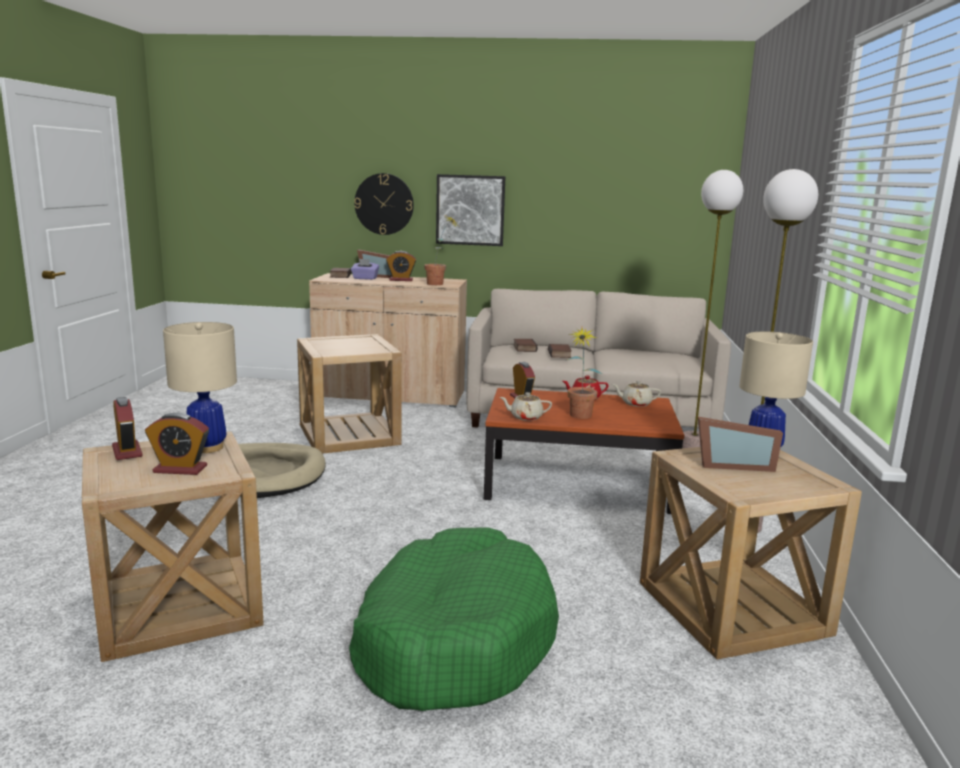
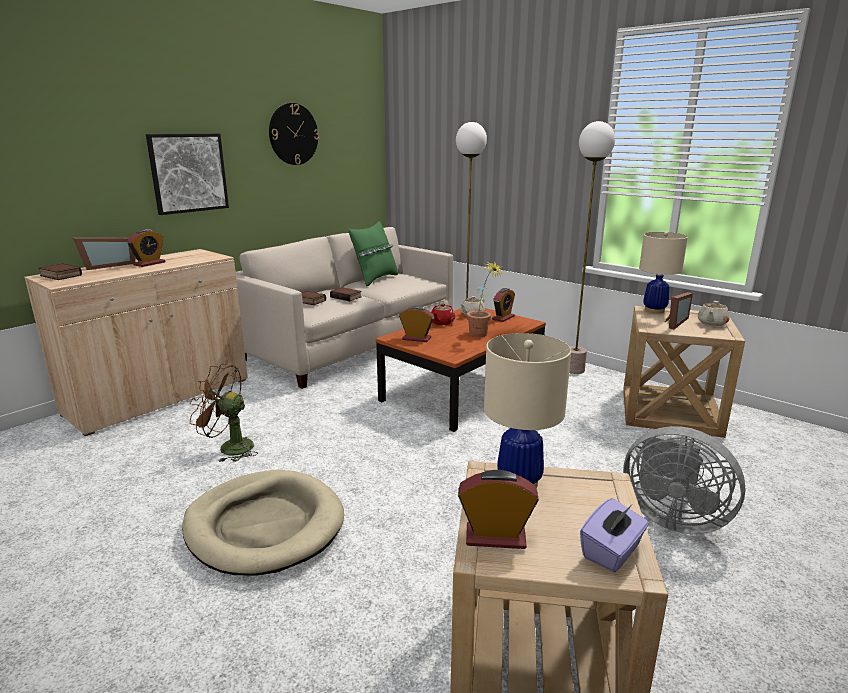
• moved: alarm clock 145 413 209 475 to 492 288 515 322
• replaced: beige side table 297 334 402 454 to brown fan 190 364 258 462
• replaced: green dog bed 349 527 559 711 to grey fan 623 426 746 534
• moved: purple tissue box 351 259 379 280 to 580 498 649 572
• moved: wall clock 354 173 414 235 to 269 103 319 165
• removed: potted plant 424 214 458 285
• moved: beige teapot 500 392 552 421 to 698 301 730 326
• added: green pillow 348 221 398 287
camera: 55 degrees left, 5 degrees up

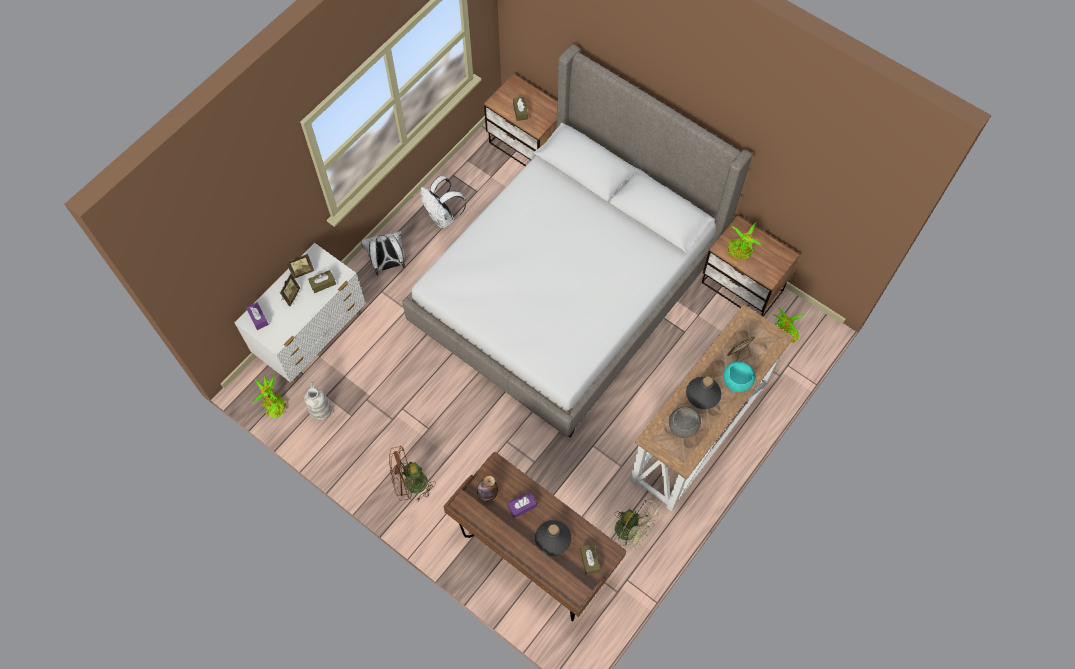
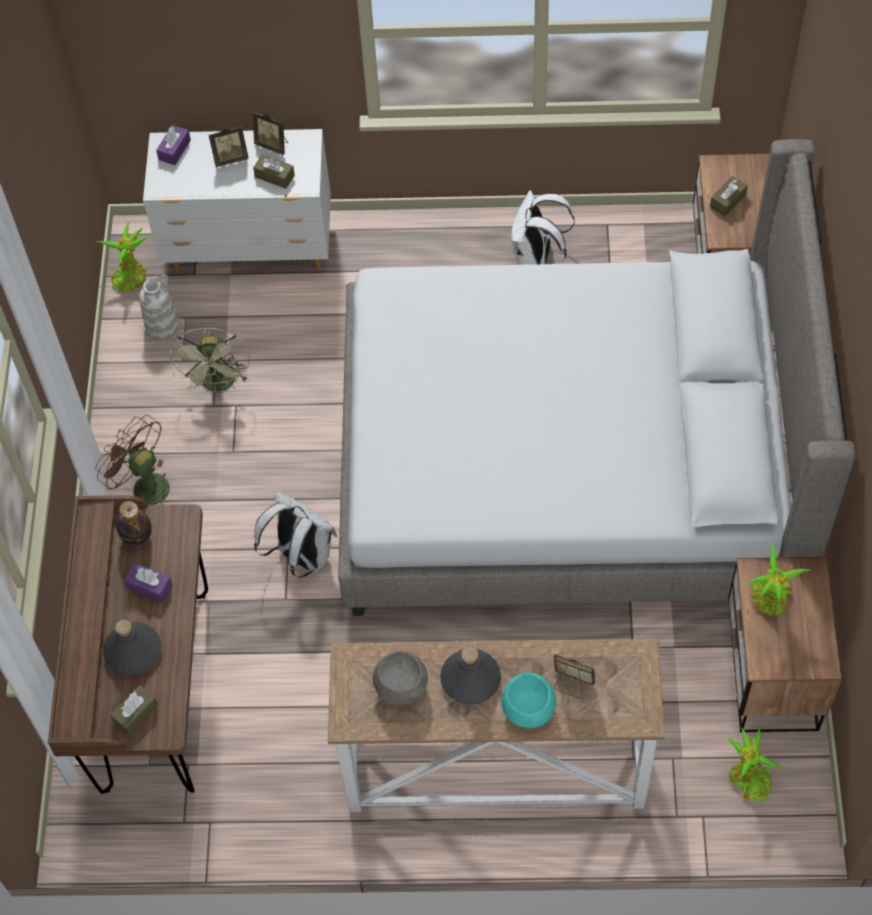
• moved: white backpack 361 231 405 276 to 254 492 337 578
• moved: green fan 614 500 659 551 to 170 327 251 393
camera: 55 degrees right, 5 degrees down

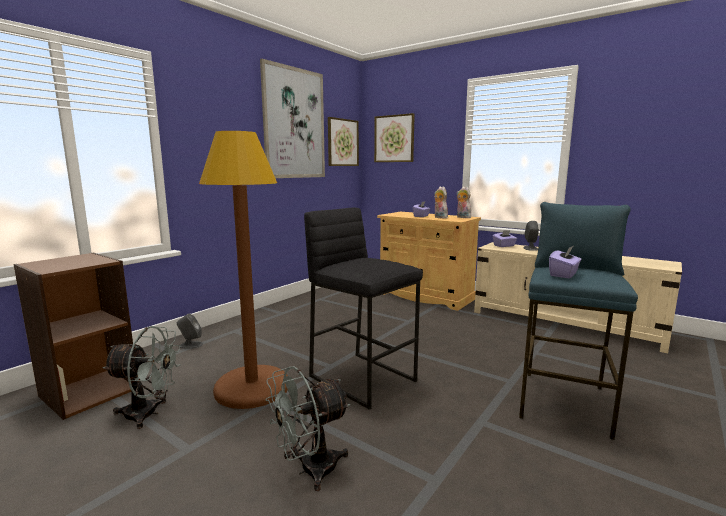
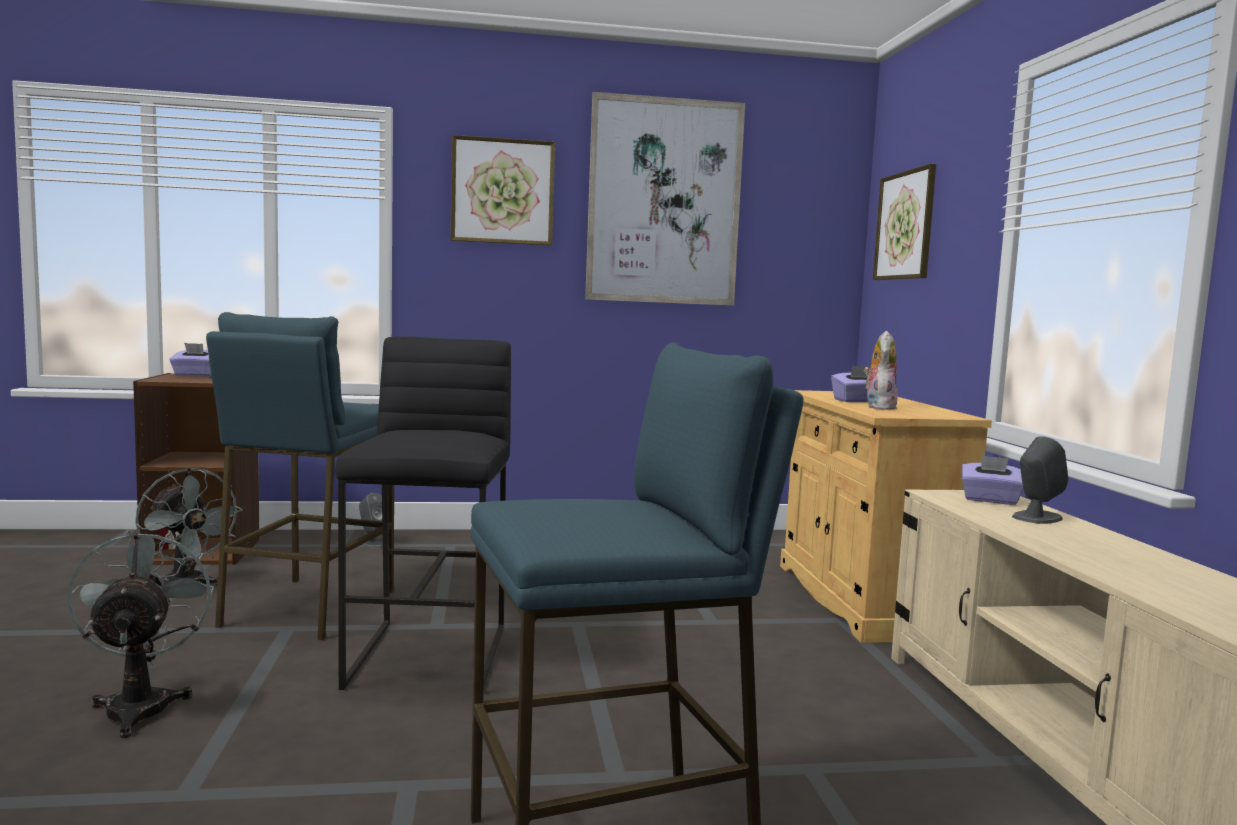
• replaced: brown floor lamp 199 131 288 409 to blue stool 206 312 394 640
• turned: grey fan 265 366 350 491 = 67 530 214 738 60 degrees clockwise
• moved: picture 328 117 359 166 to 450 135 555 246
• removed: plush toy 456 186 471 218
• moved: purple tissue box 549 246 582 278 to 169 343 211 377
camera: 45 degrees right, 5 degrees down

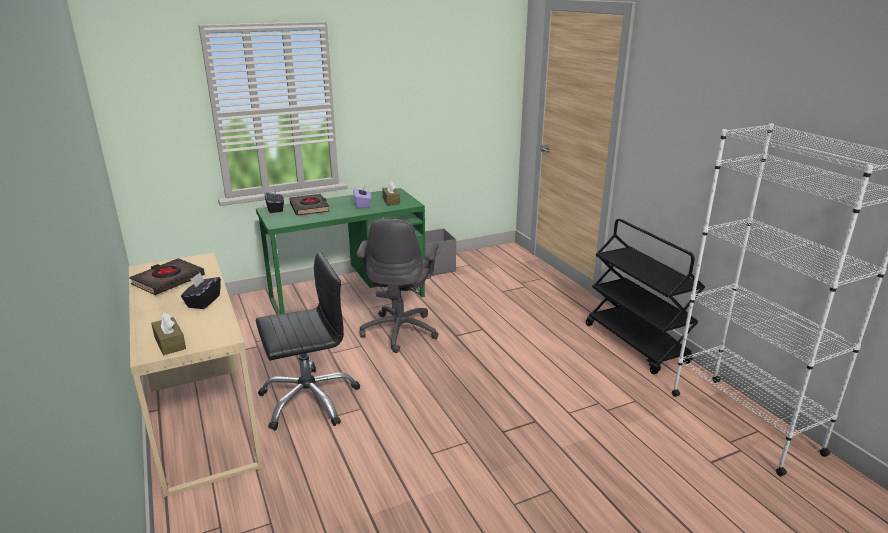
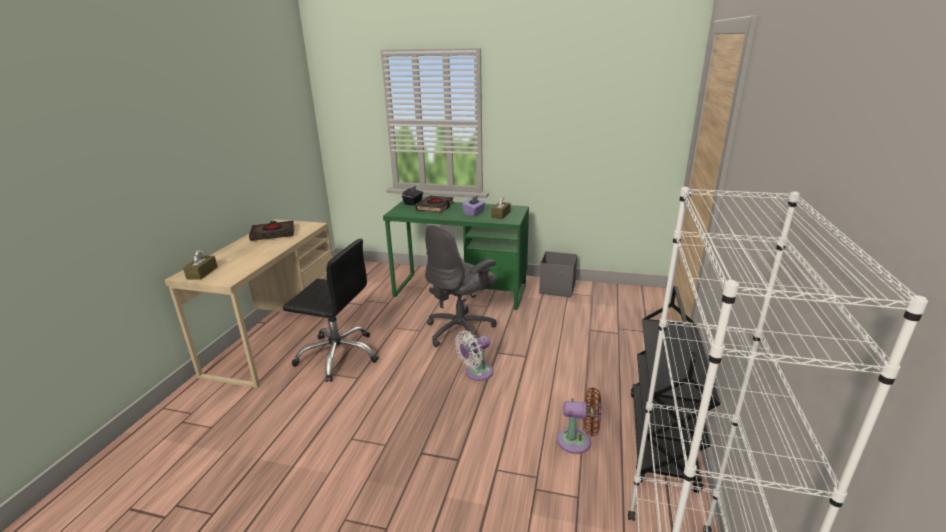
• removed: black tissue box 181 272 221 309
• added: white fan 455 331 493 381
• added: brown fan 557 387 601 454
camera: 40 degrees right, 0 degrees up

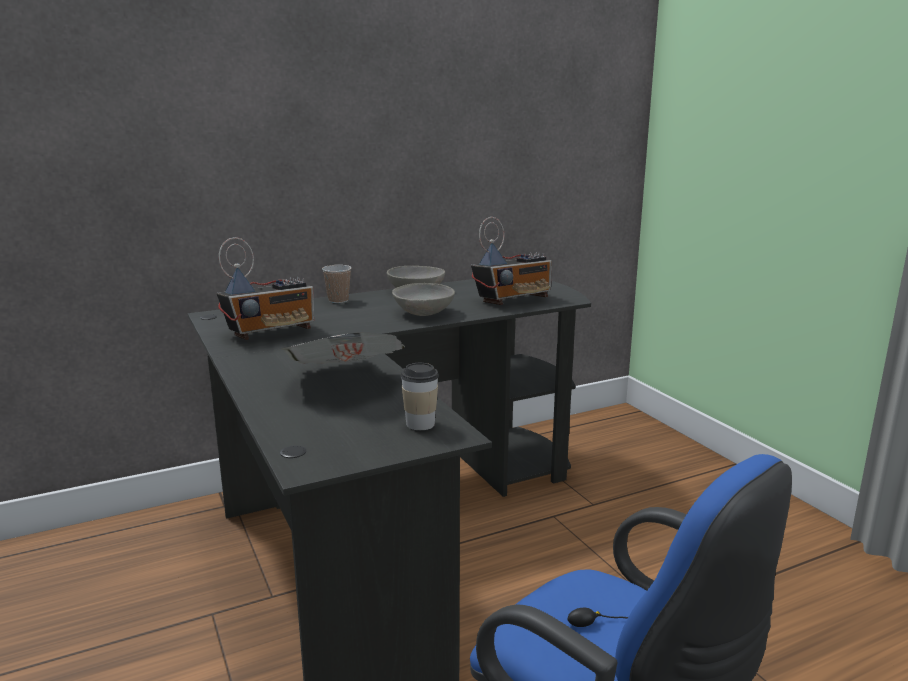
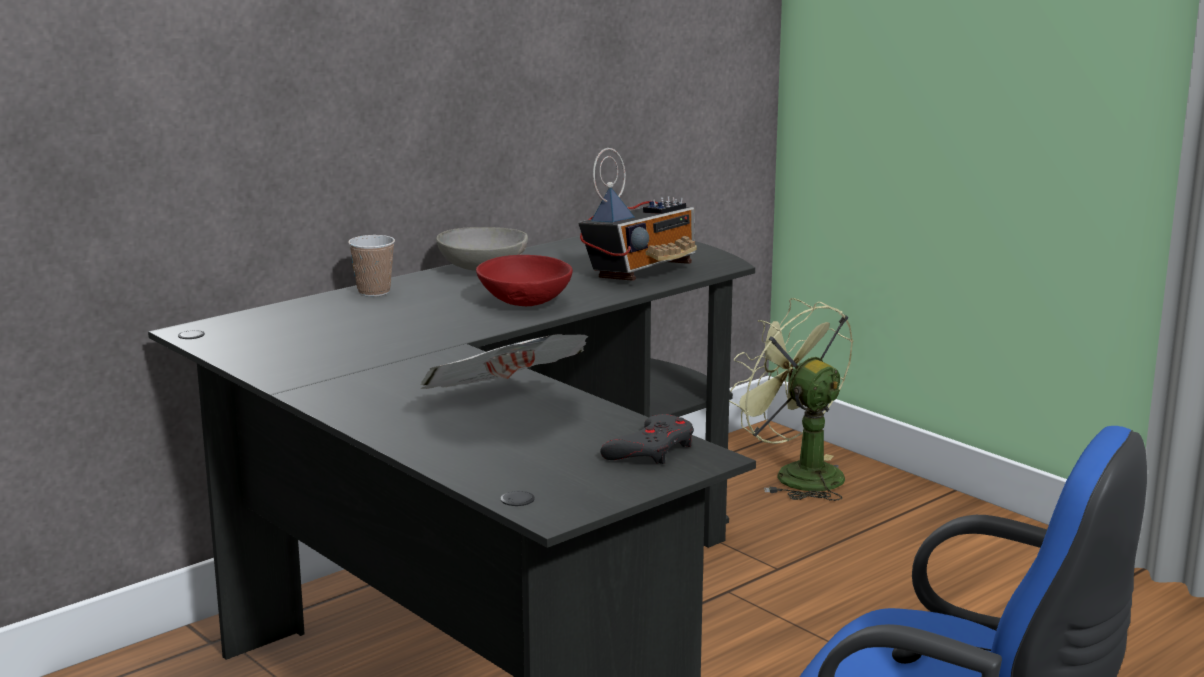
• removed: radio 217 237 314 340
• recoloured: grey bowl 392 283 455 316 to red bowl 476 255 573 306
• replaced: cup 401 363 439 430 to grey game controller 600 414 694 464
• added: green fan 729 298 854 501
camera: 15 degrees left, 0 degrees up

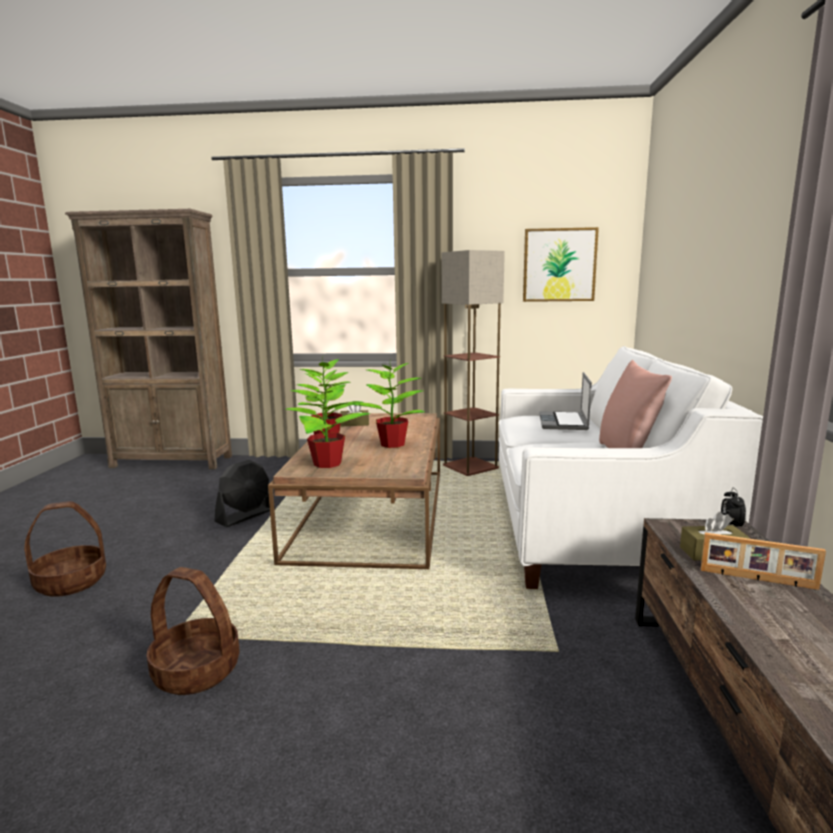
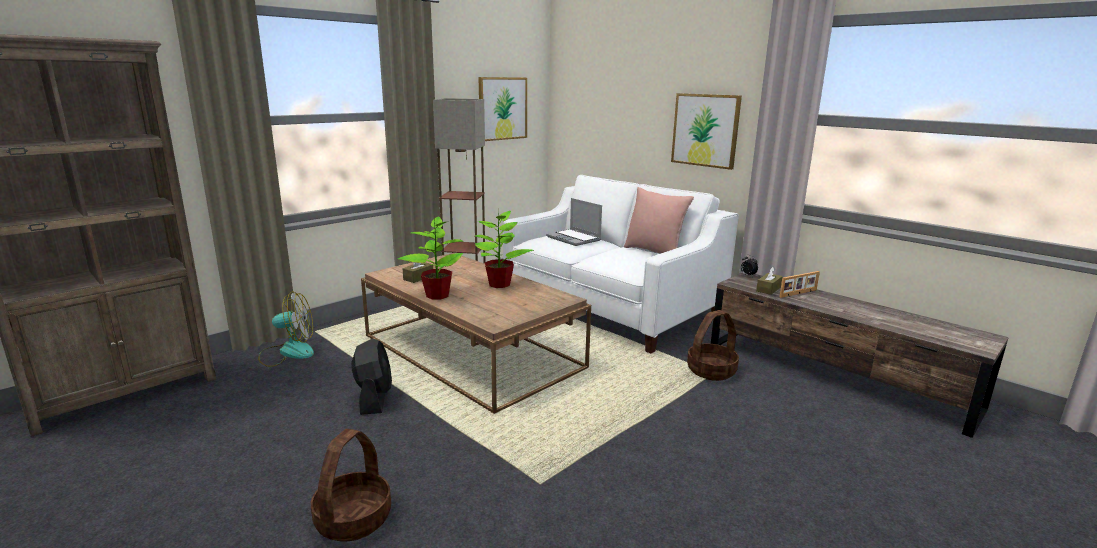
• moved: basket 147 567 240 695 to 687 310 739 381
• removed: potted plant 285 370 370 468
• added: fan 258 292 314 367
• added: picture 671 93 742 170
camera: 50 degrees left, 5 degrees up

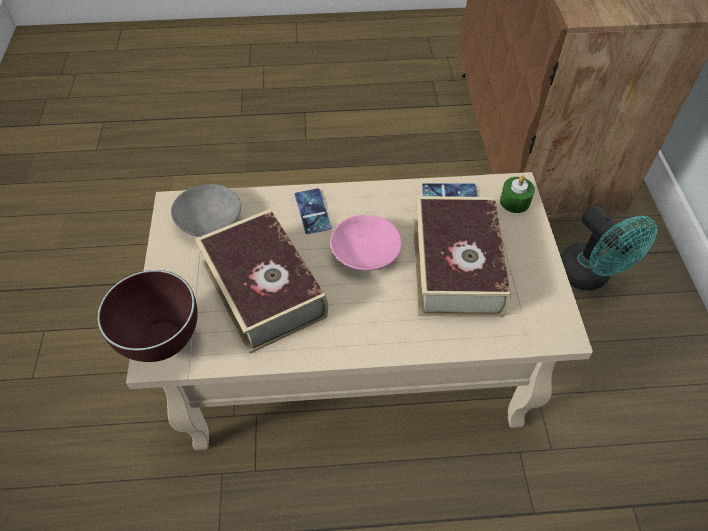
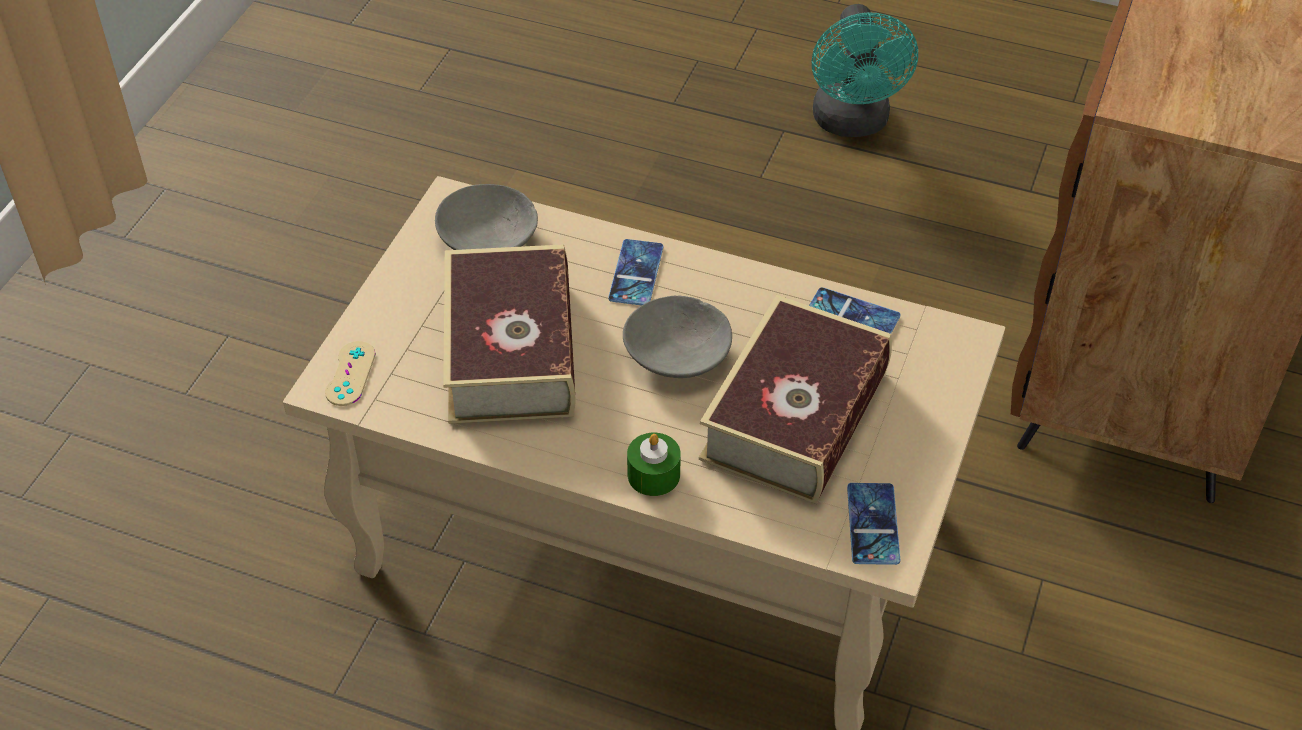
• replaced: brown bowl 97 270 198 362 to beige game controller 325 341 375 406
• recoloured: pink bowl 330 215 402 271 to grey bowl 623 296 732 378
• moved: green candle 500 175 535 213 to 627 433 681 496
• moved: turquoise fan 560 206 657 290 to 812 4 918 137
• added: phone 847 483 900 565
camera: 25 degrees right, 5 degrees down

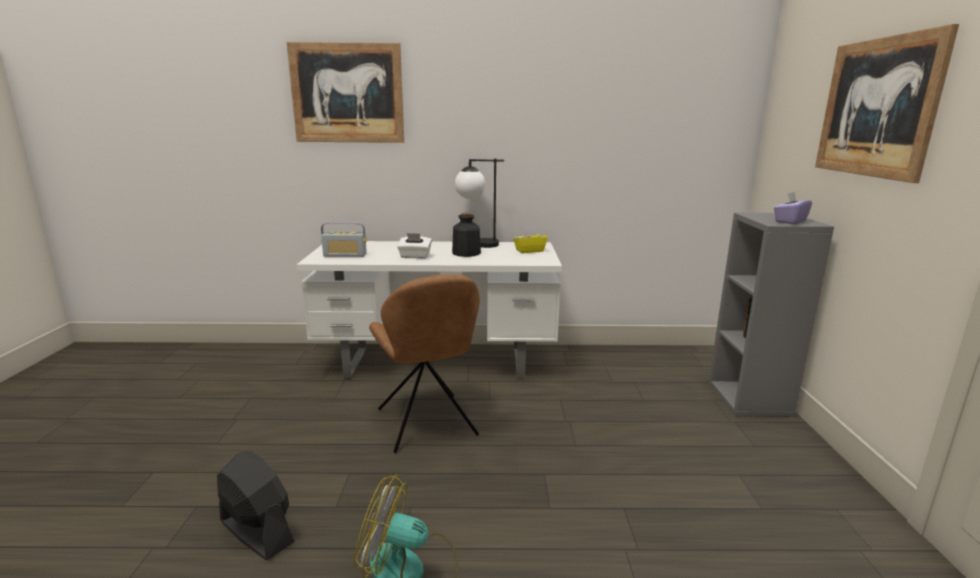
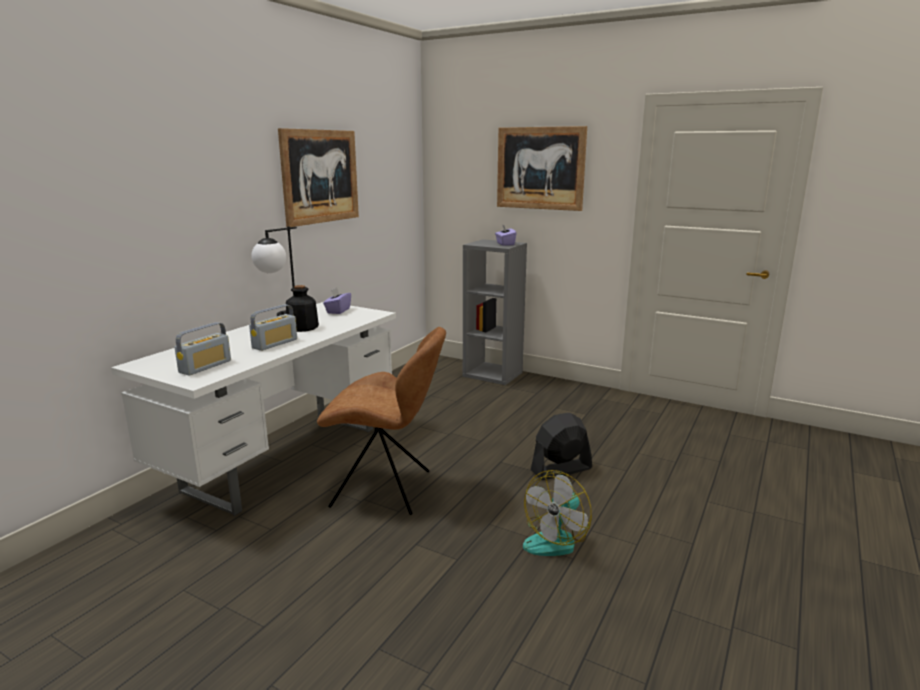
• moved: black fan 217 451 295 560 to 531 413 592 480
• moved: picture 286 42 404 143 to 278 128 359 227
• replaced: white tissue box 397 233 432 259 to radio 249 304 297 351
• recoloured: yellow tissue box 513 227 548 253 to purple tissue box 323 287 351 314
camera: 60 degrees left, 0 degrees up

